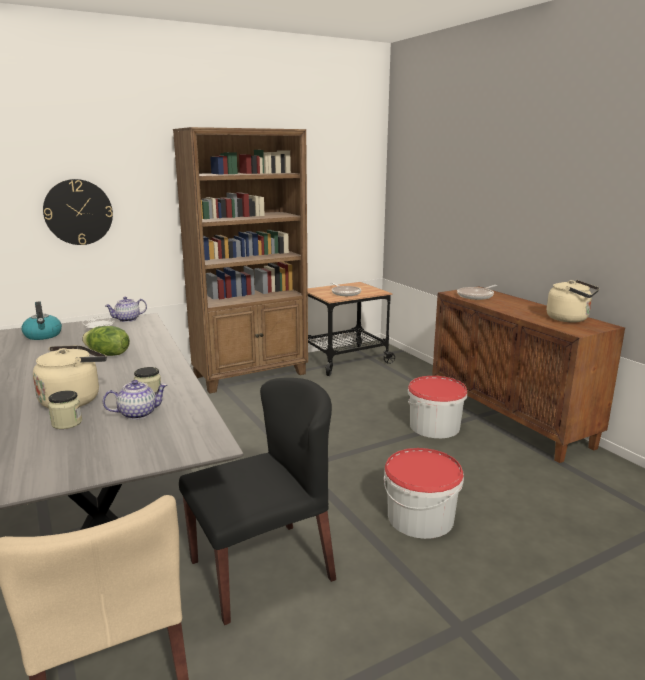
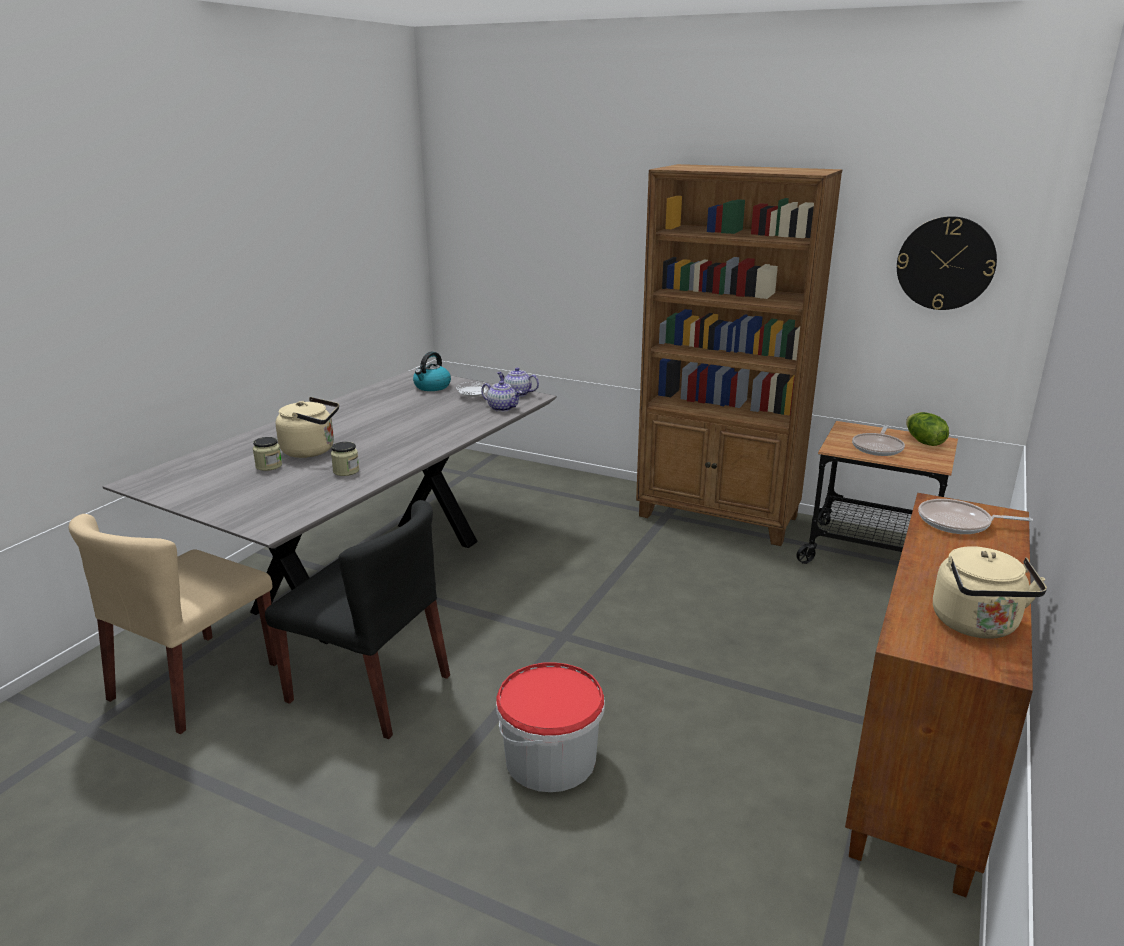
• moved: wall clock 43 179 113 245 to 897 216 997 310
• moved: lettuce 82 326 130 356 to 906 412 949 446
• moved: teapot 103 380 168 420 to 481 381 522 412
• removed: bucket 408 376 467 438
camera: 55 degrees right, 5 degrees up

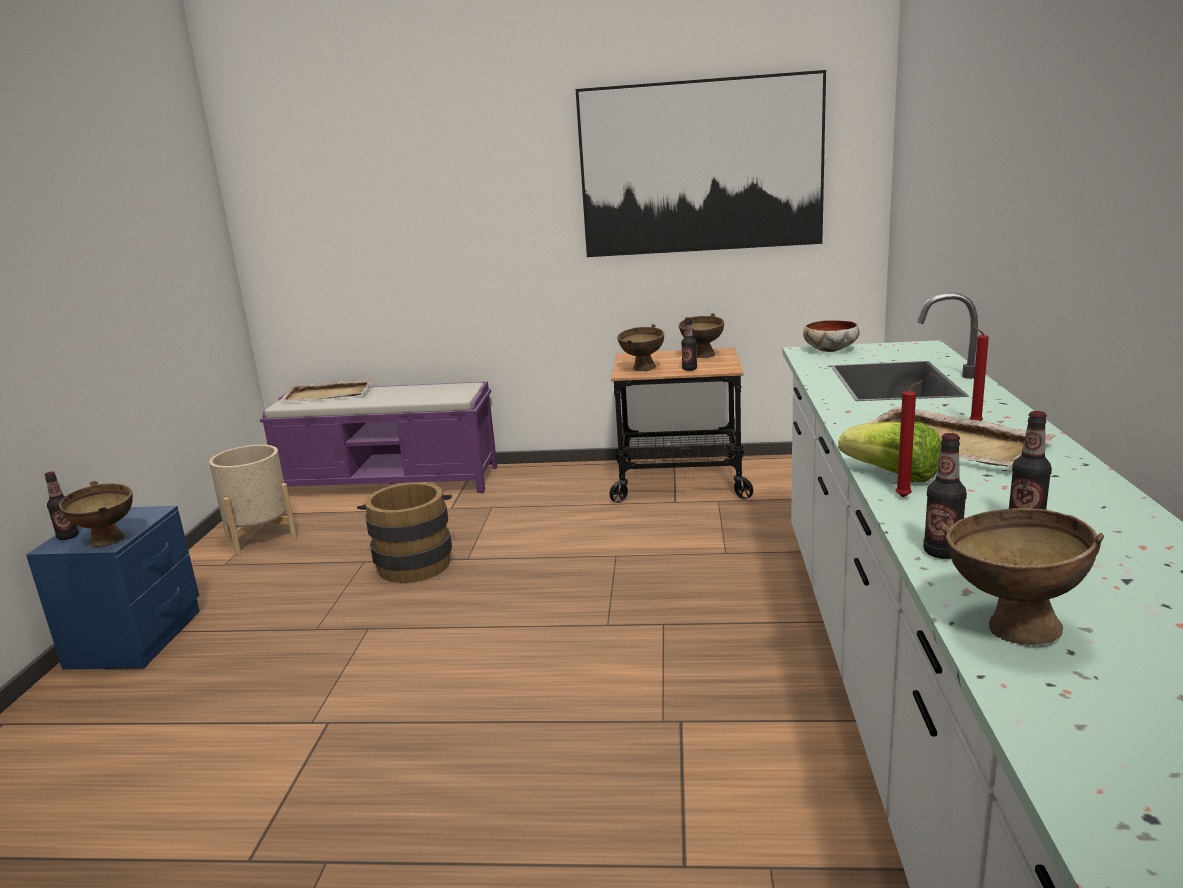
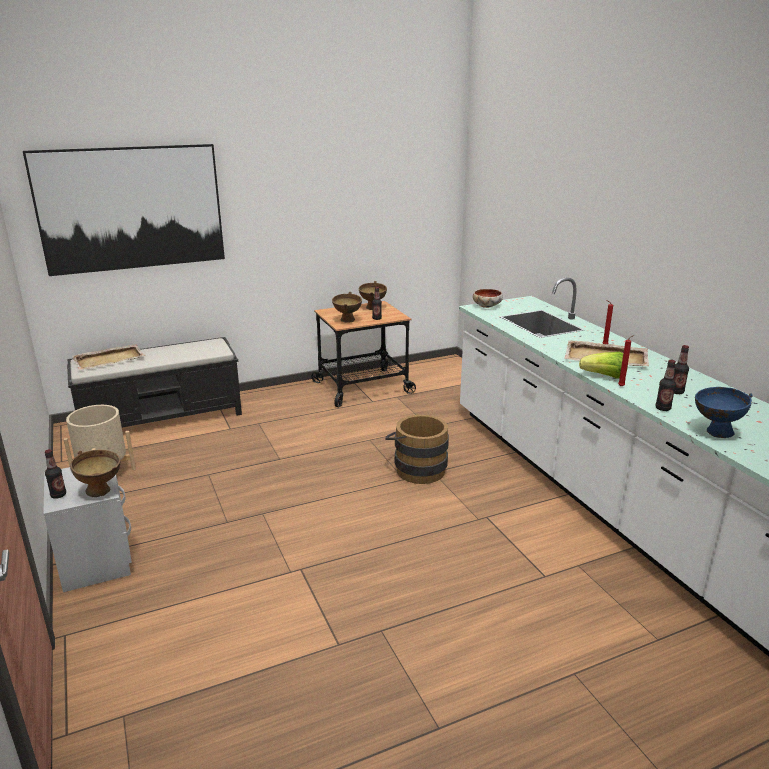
• recoloured: blue nightstand 26 506 200 669 to grey nightstand 43 467 132 592
• recoloured: purple bench 260 381 497 493 to black bench 67 337 242 428
• moved: brown bucket 357 482 452 583 to 385 415 449 484
• moved: picture 576 70 826 257 to 23 144 225 276
• recoloured: brown bowl 941 508 1104 645 to blue bowl 695 387 753 438
camera: 30 degrees left, 5 degrees up

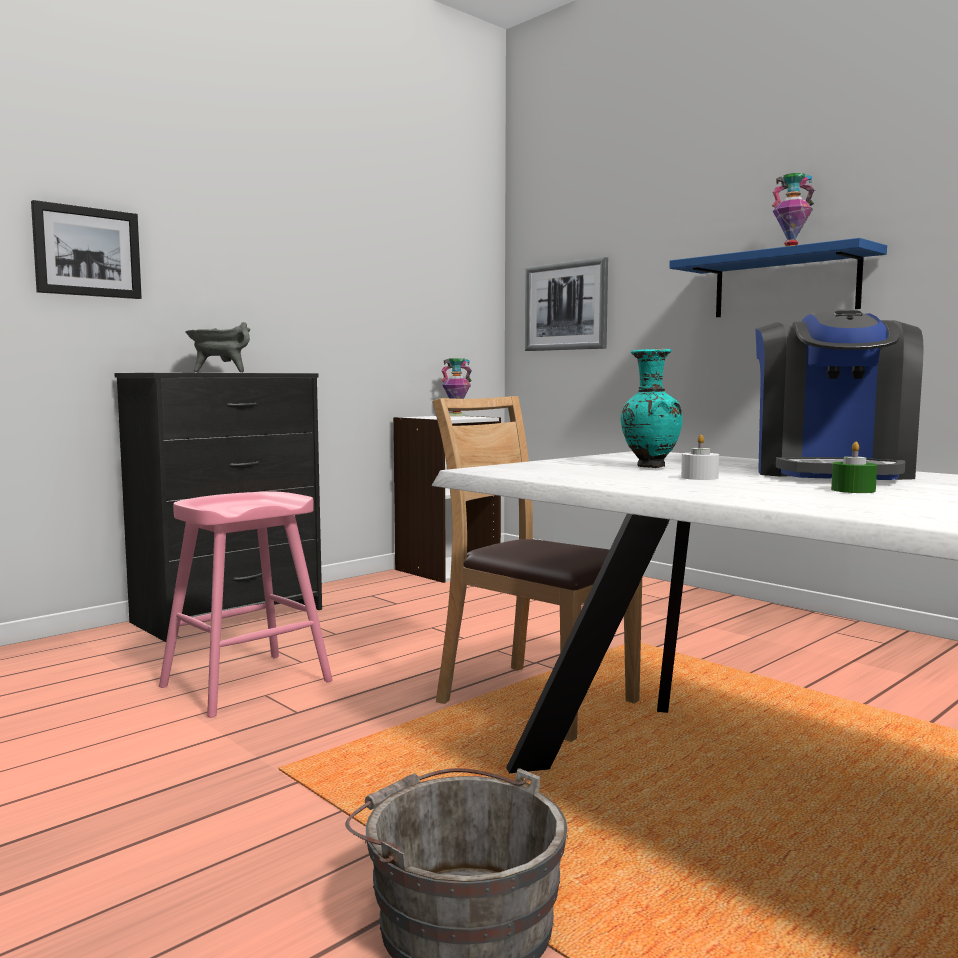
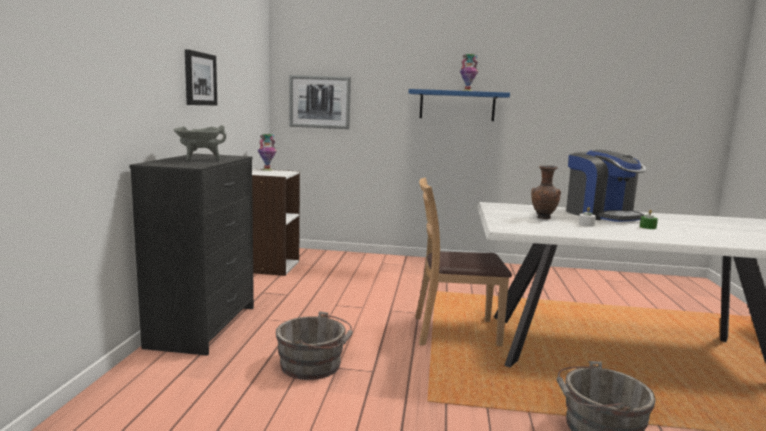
• moved: picture 31 200 142 299 to 185 49 217 106
• replaced: pink stool 159 492 332 718 to grey bucket 276 311 353 380
• recoloured: turquoise vase 620 349 682 468 to brown vase 531 165 561 219
camera: 40 degrees left, 5 degrees up

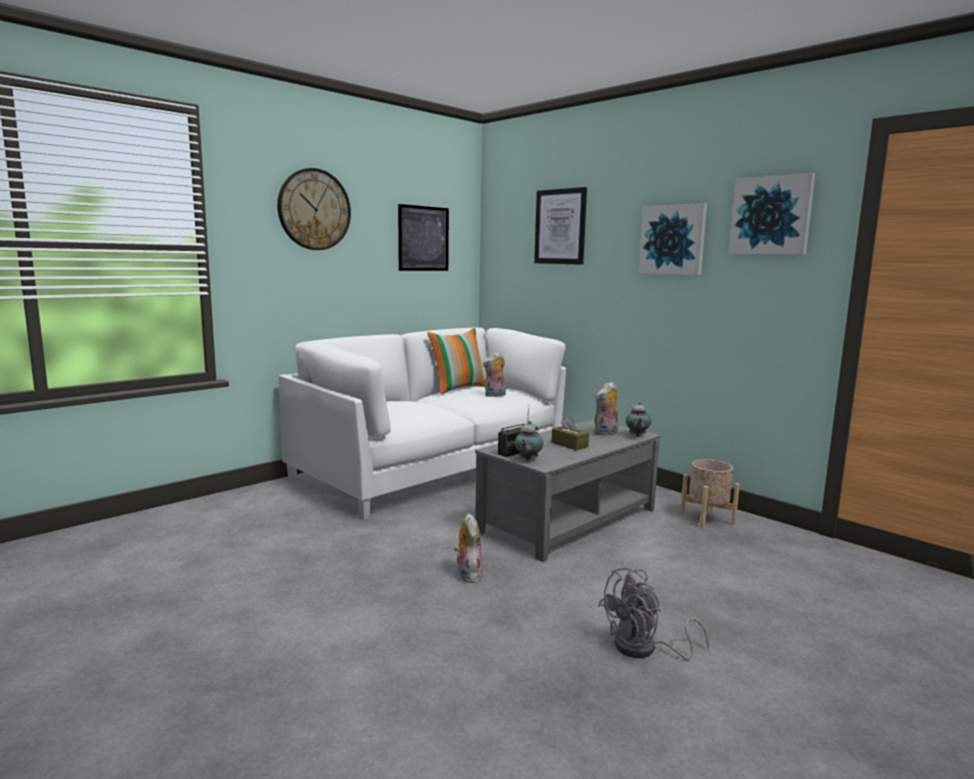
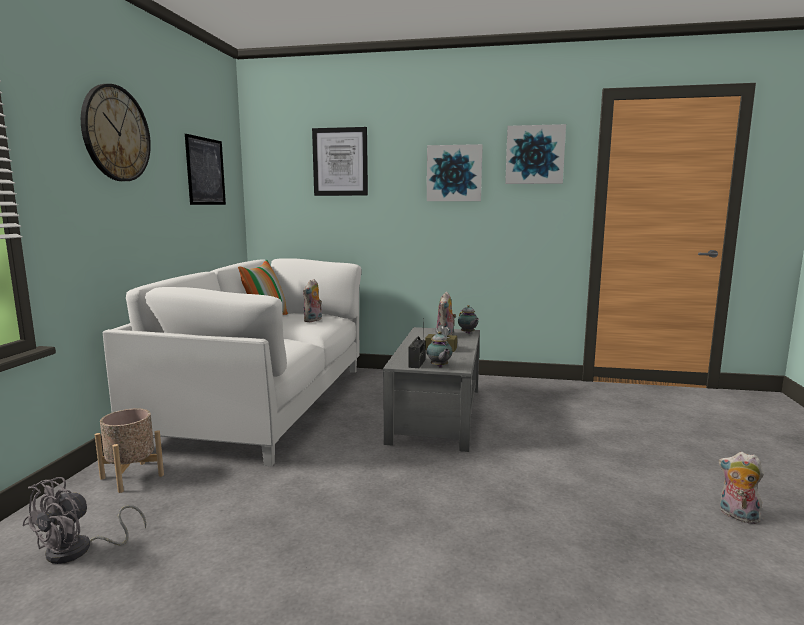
• moved: plush toy 454 513 483 583 to 719 452 764 524
• moved: grey fan 598 567 709 660 to 22 477 146 564
• moved: beige planter 680 459 740 528 to 95 408 164 493
camera: 35 degrees left, 0 degrees up

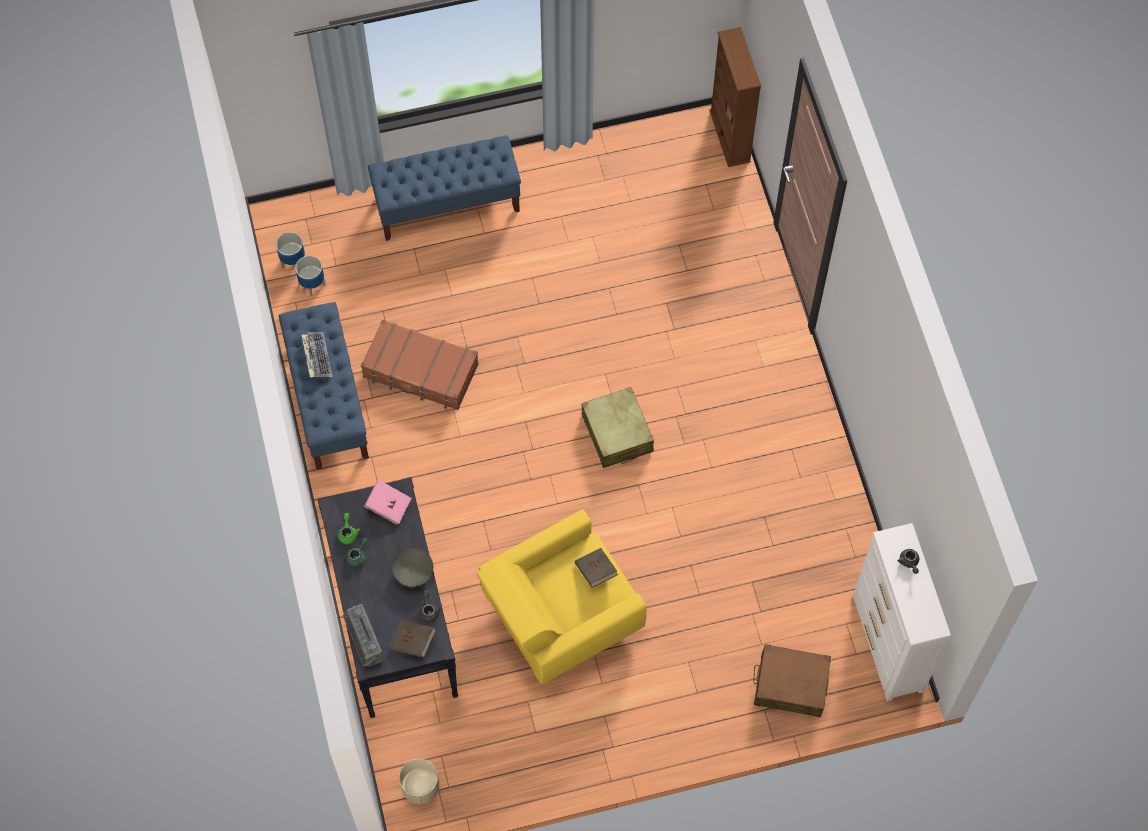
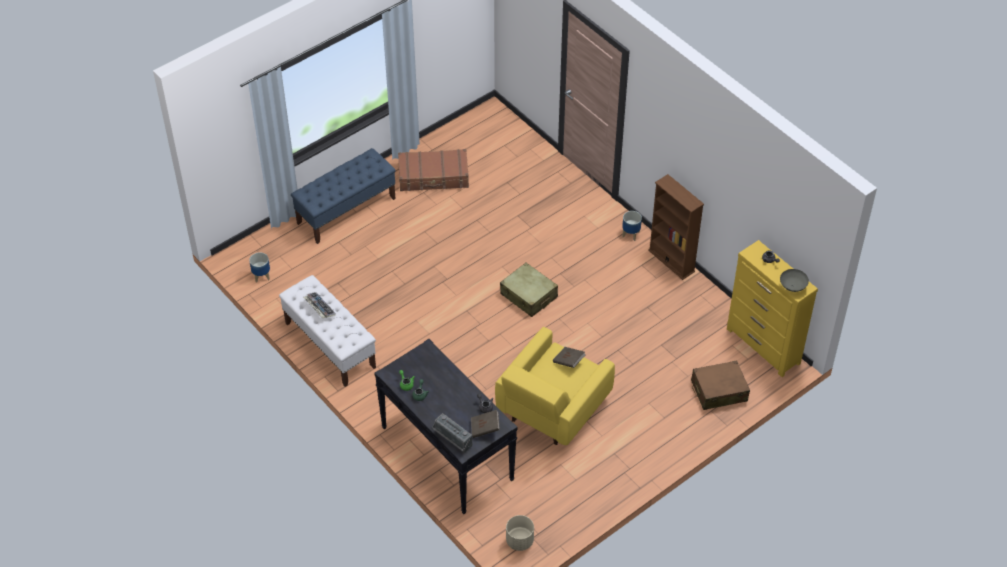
• recoloured: blue bench 279 302 369 470 to white bench 279 275 376 387
• moved: planter 295 256 326 296 to 622 211 642 241
• moved: brown suitcase 361 319 479 410 to 398 149 469 191
• removed: pink book 364 480 411 525
• moved: grey bowl 392 548 433 587 to 780 269 809 292
• moved: brown bookcase 710 27 761 167 to 648 174 704 280
• recoloured: white dresser 853 523 951 701 to yellow dresser 727 240 818 377
camera: 25 degrees left, 15 degrees down

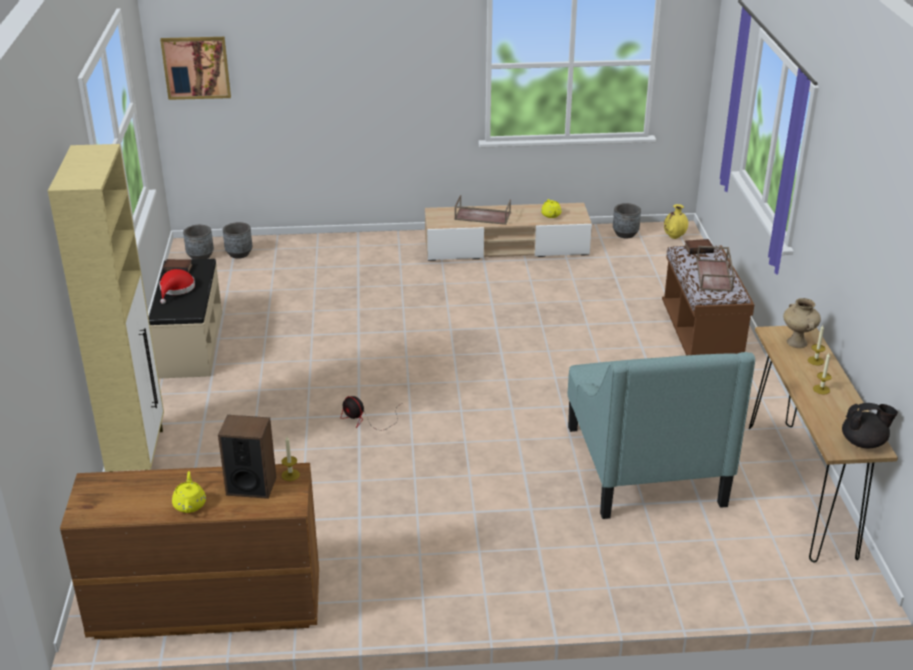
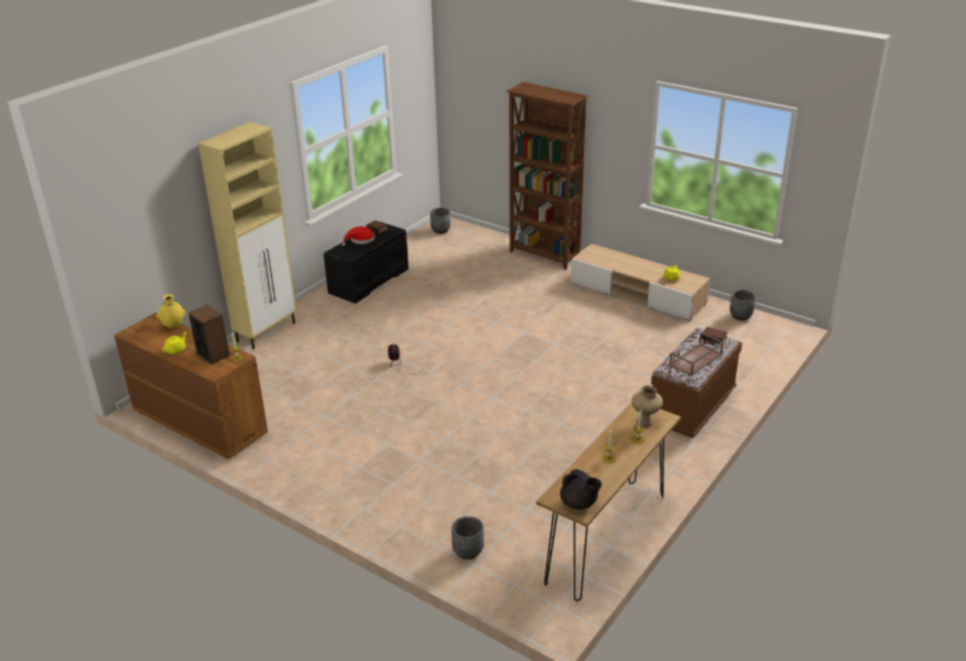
• recoloured: beige bench 149 259 222 379 to black bench 324 221 409 304
• removed: picture 160 37 231 100
• moved: grey planter 223 222 252 259 to 451 516 484 560
• removed: brown tray 454 195 511 225
• removed: turquoise armchair 568 352 755 519
• moved: yellow vase 664 204 688 239 to 156 294 187 329
• added: brown bookcase 506 82 589 270
camera: 40 degrees right, 0 degrees up

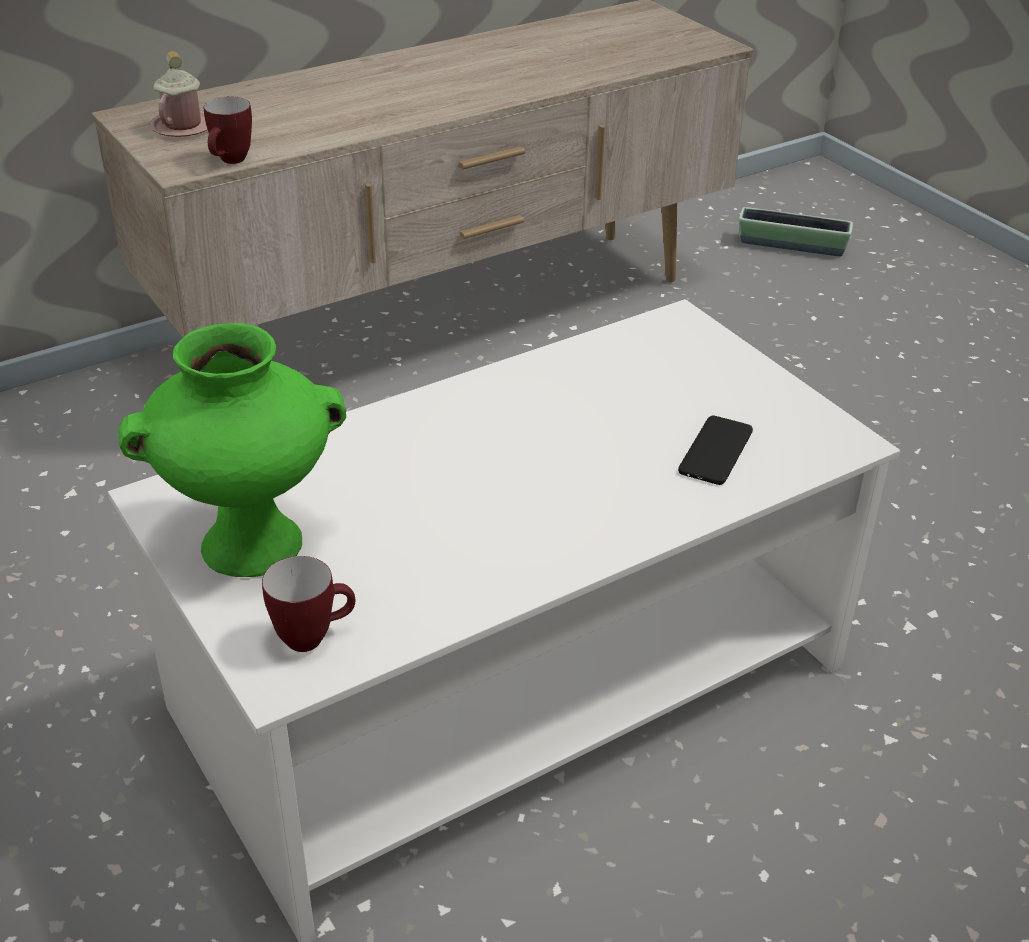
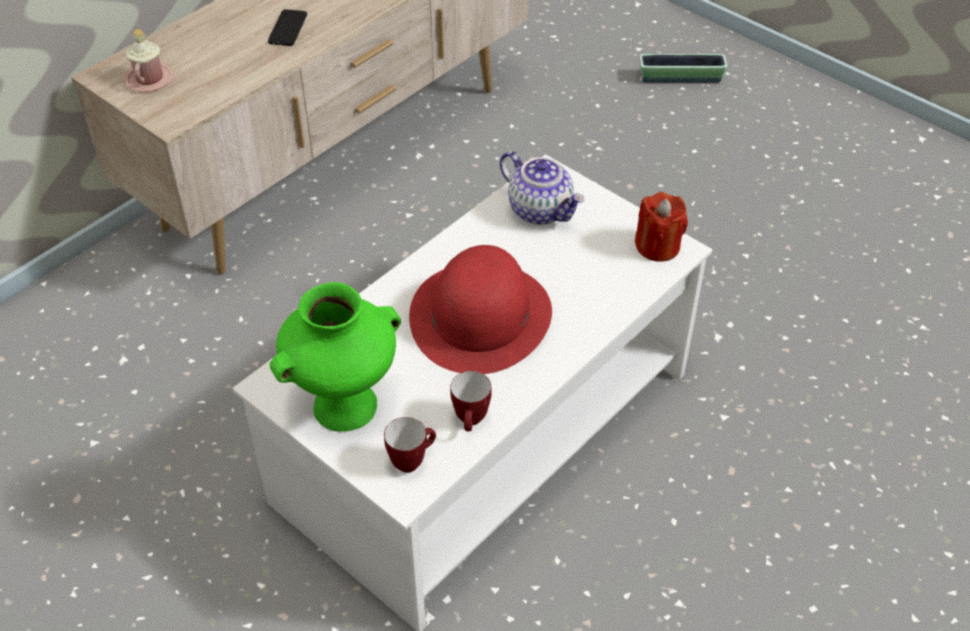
• moved: mug 204 97 252 164 to 450 371 492 431
• moved: phone 678 415 753 485 to 268 9 307 46
• moved: planter 739 207 853 256 to 640 54 727 83
• added: red hat 409 245 552 374
• added: teapot 500 151 584 225
• added: red candle 635 192 688 262
camera: 15 degrees left, 10 degrees up

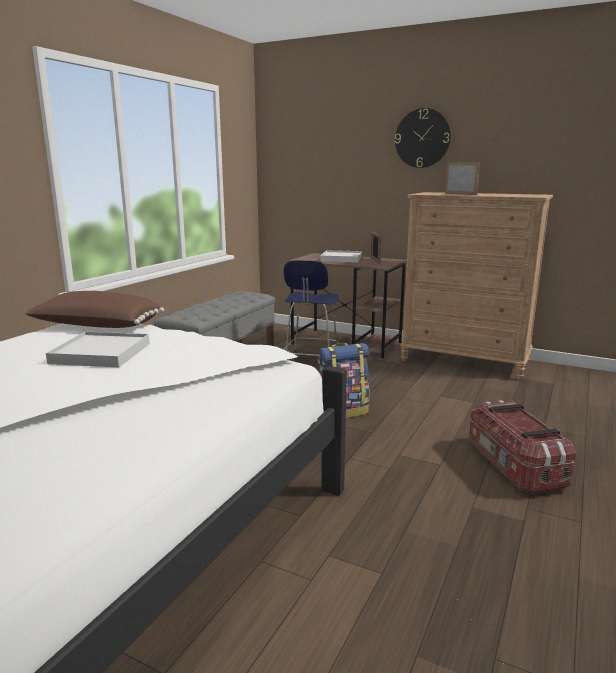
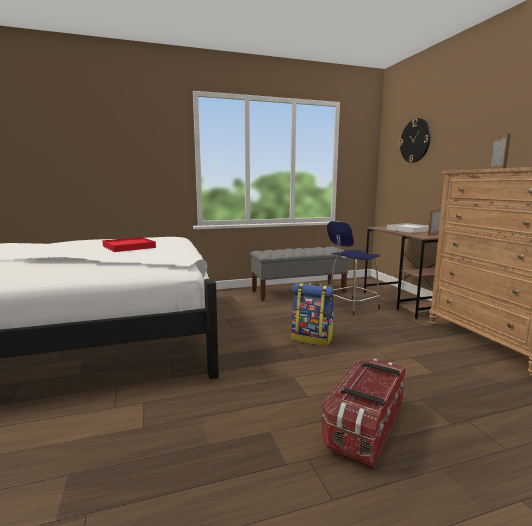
• removed: brown pillow 25 291 164 328
• recoloured: white tray 46 332 150 367 to red tray 102 237 156 252
• moved: wall clock 395 108 451 168 to 399 118 431 163
camera: 45 degrees right, 5 degrees down

